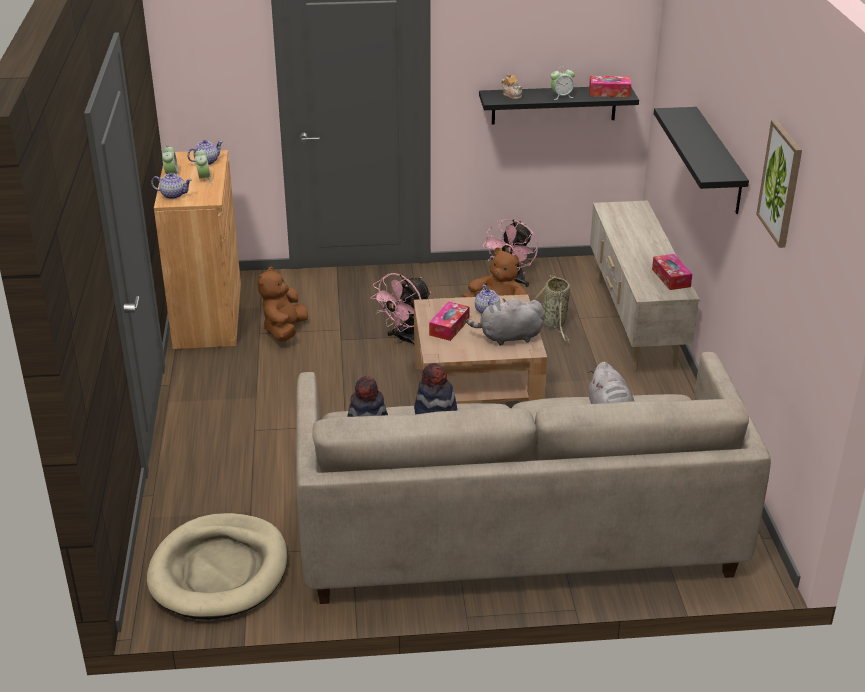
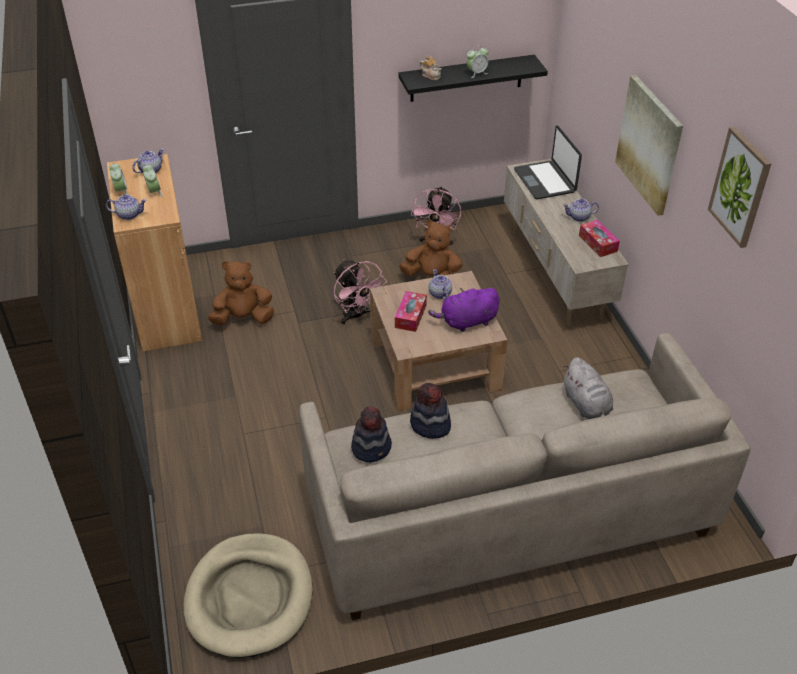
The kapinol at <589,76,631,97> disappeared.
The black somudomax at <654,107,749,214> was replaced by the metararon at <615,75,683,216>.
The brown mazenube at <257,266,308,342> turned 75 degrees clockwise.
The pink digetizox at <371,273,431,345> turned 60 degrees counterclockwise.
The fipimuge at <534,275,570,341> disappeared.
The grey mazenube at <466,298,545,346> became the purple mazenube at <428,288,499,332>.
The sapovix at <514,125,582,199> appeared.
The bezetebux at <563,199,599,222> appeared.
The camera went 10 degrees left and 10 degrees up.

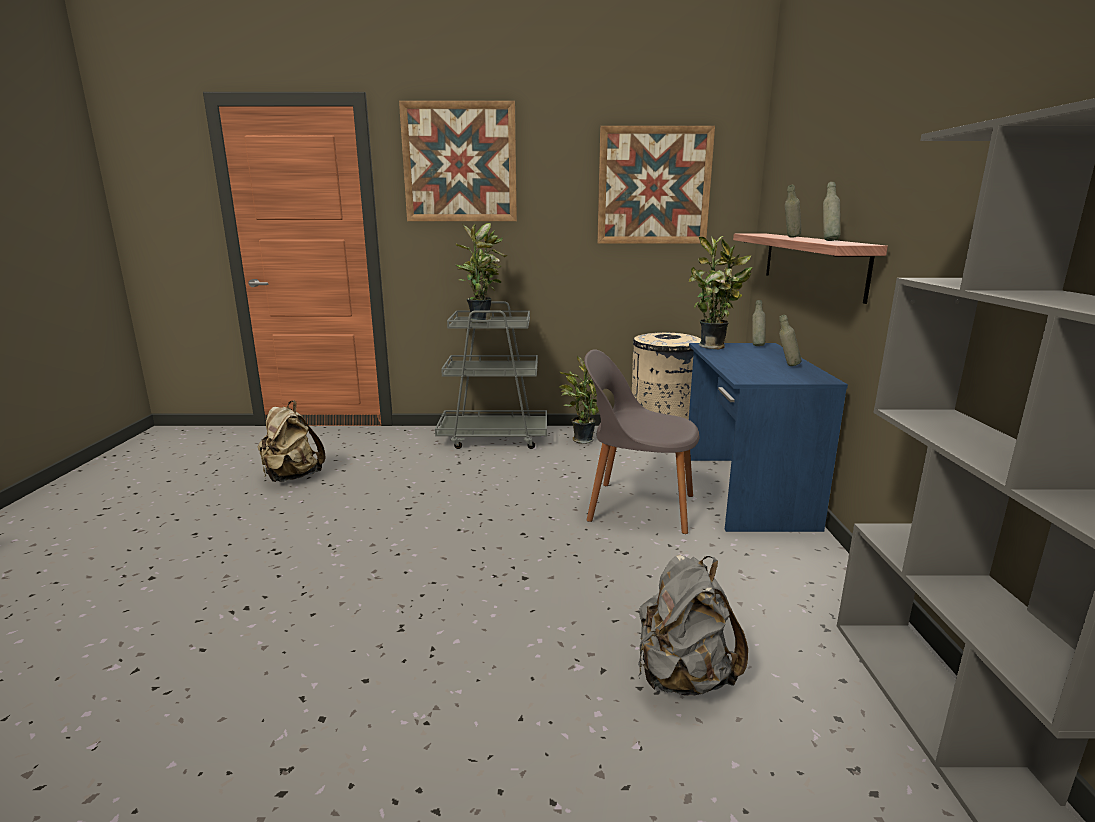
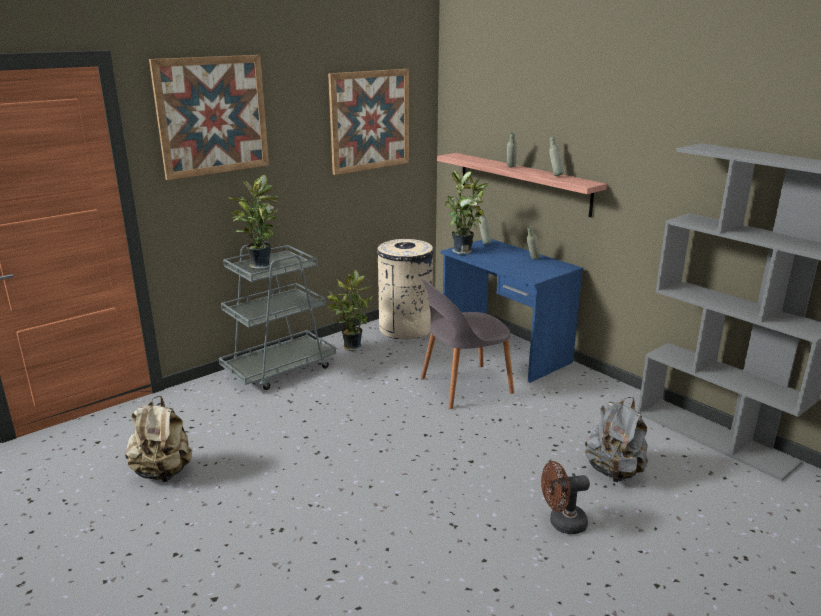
The brown digetizox at <541,461,590,534> appeared.
The camera went 40 degrees left and 5 degrees up.

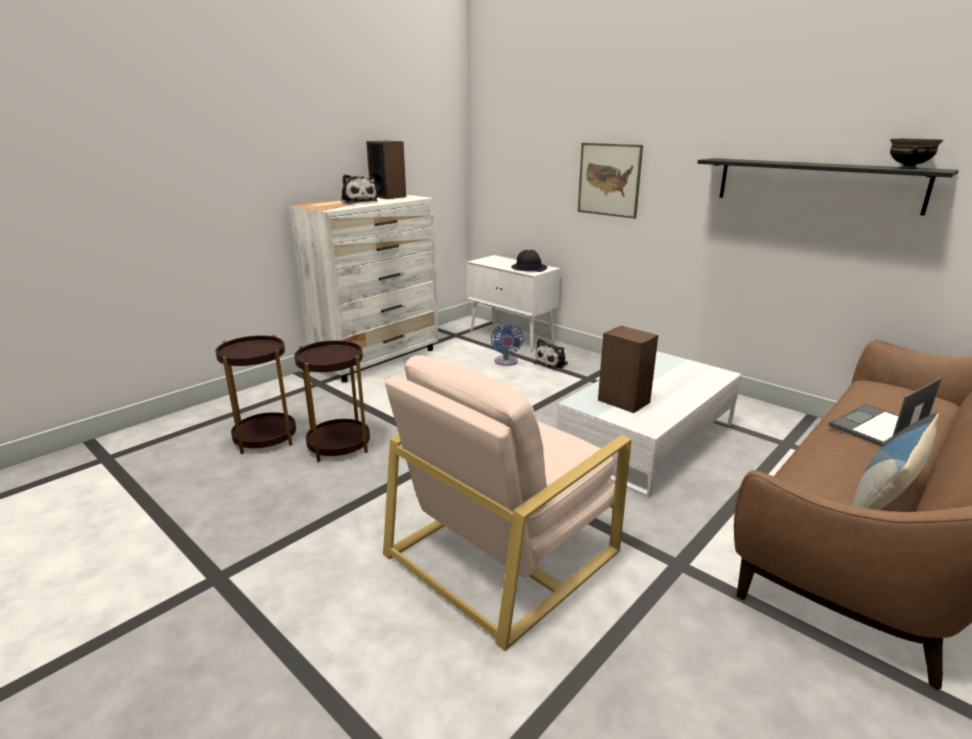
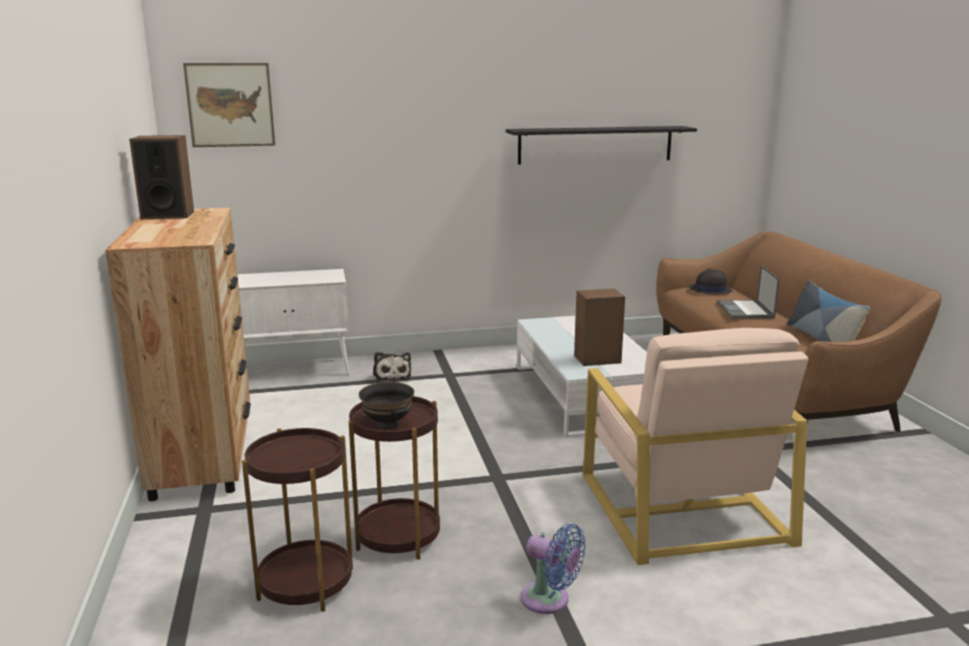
The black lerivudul moved from <890,139,943,169> to <359,382,414,428>.
The metararon moved from <578,143,643,219> to <183,63,275,147>.
The mazenube at <341,174,378,204> disappeared.
The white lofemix at <289,195,438,382> became the brown lofemix at <105,207,251,501>.
The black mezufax moved from <511,250,548,272> to <689,269,733,294>.
The blue digetizox moved from <491,323,523,366> to <521,524,586,614>.
The camera went 55 degrees left and 5 degrees down.

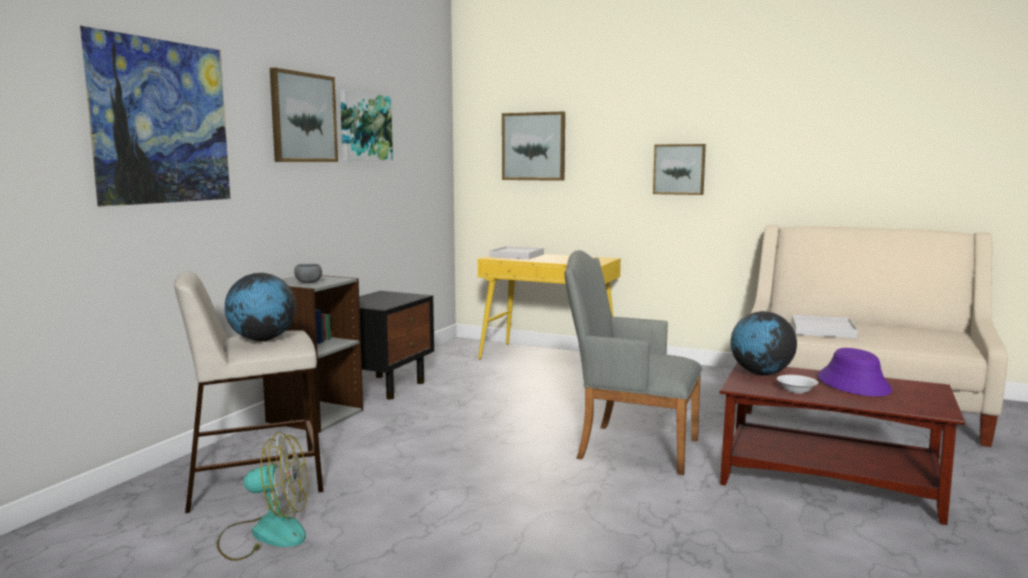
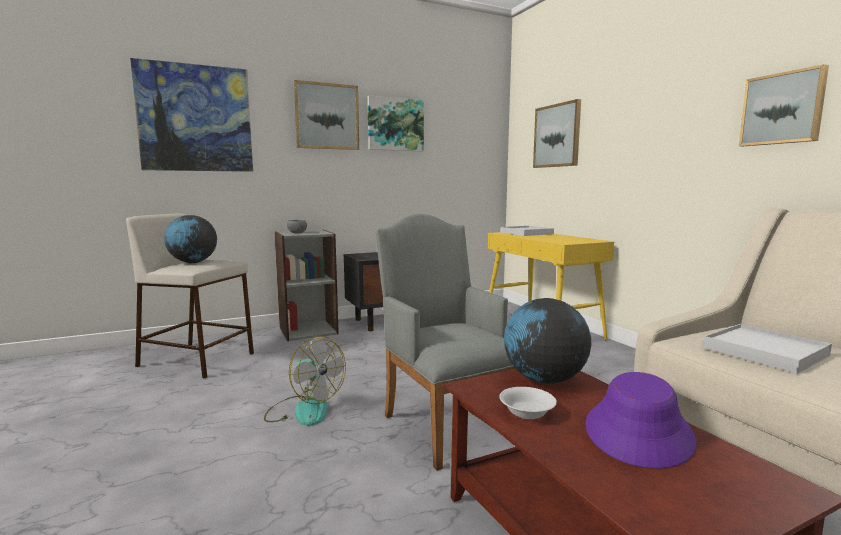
The metararon moved from <653,144,706,195> to <739,64,829,146>.
The digetizox moved from <217,432,308,561> to <264,336,346,426>.
The camera went 40 degrees right and 0 degrees up.

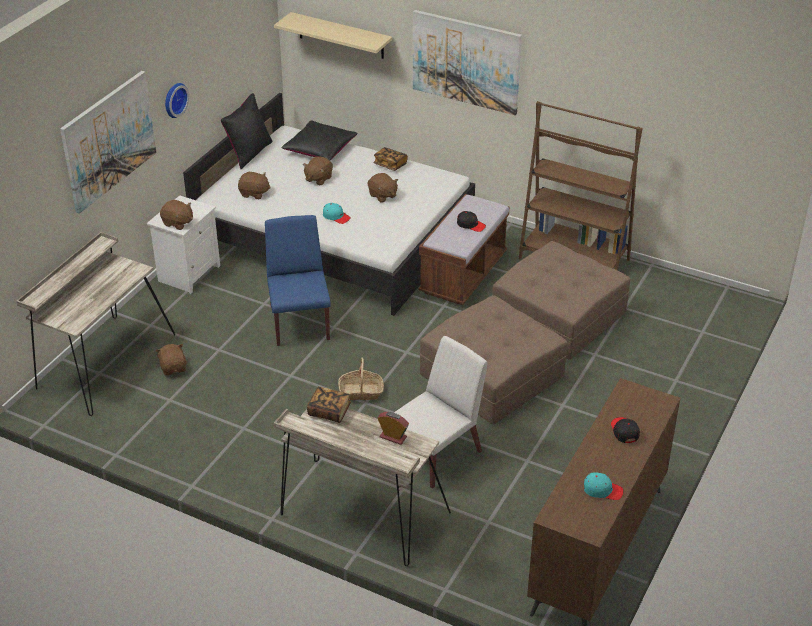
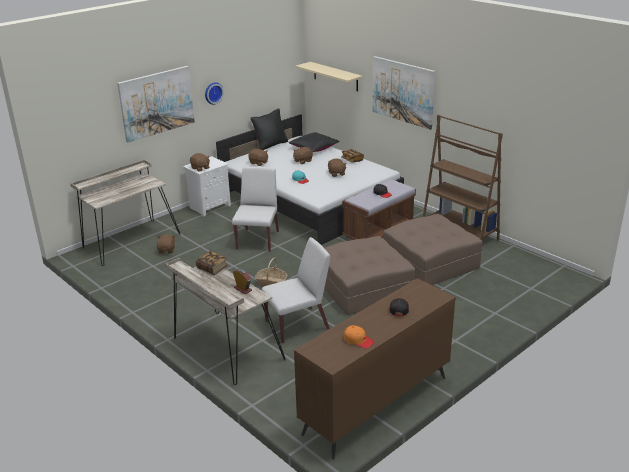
The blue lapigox at <265,215,331,346> became the white lapigox at <232,166,279,252>.
The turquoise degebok at <584,472,624,500> became the orange degebok at <344,325,374,349>.
The camera went 20 degrees right and 10 degrees down.

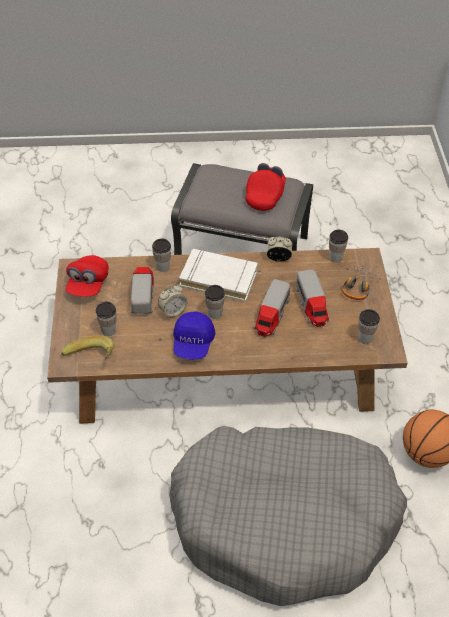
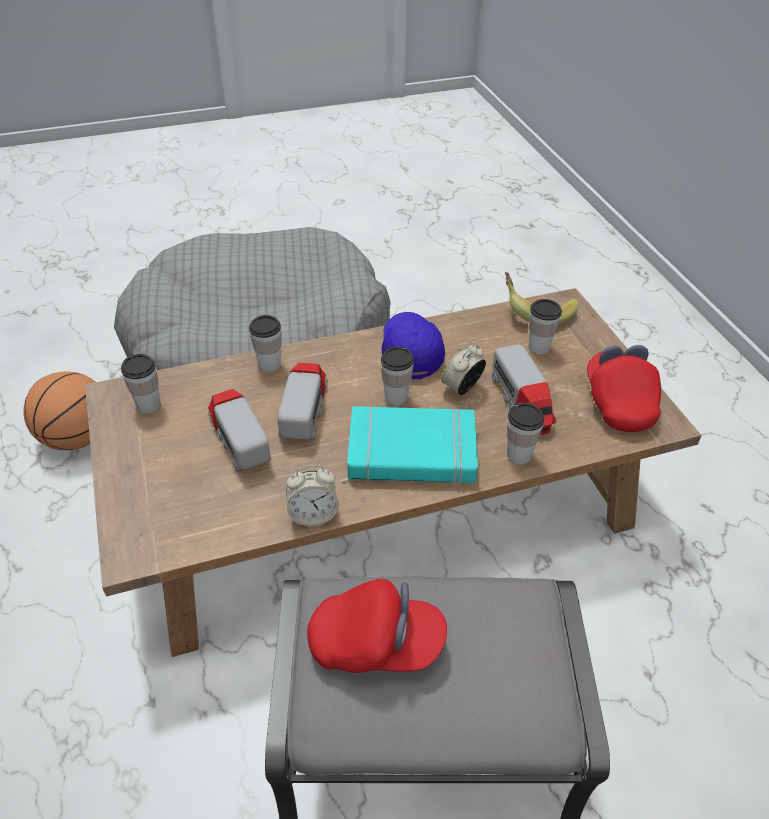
The red degebok at <246,163,286,211> turned 90 degrees counterclockwise.
The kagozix moved from <329,230,348,263> to <249,315,281,372>.
The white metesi at <179,249,258,302> became the turquoise metesi at <347,406,478,485>.
The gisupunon at <342,266,382,300> disappeared.
The camera went 165 degrees right and 5 degrees down.

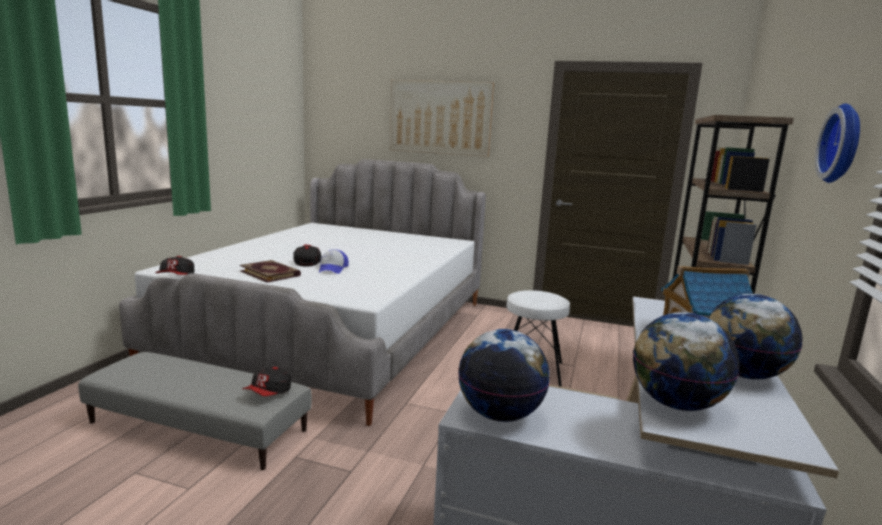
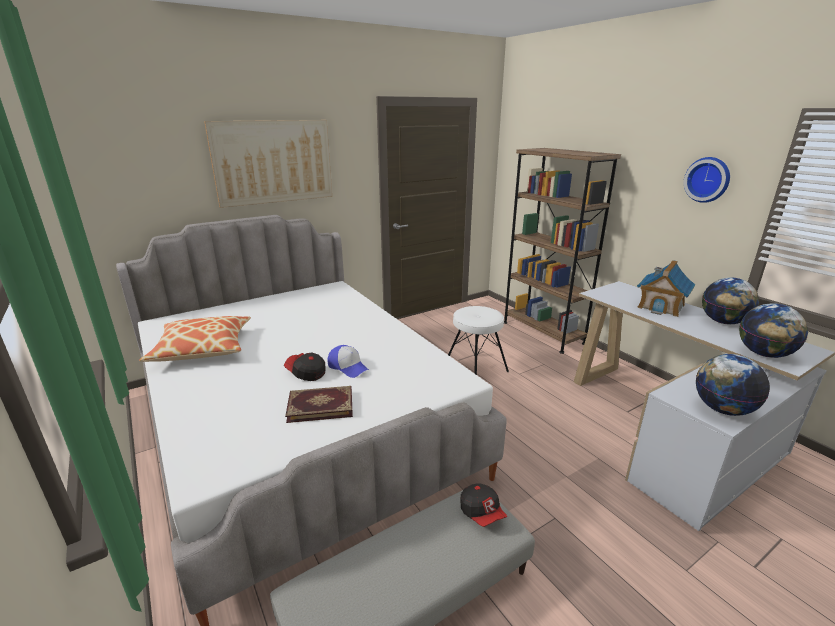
The degebok at <155,256,194,275> disappeared.
The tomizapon at <139,316,251,362> appeared.
The camera went 50 degrees left and 10 degrees up.

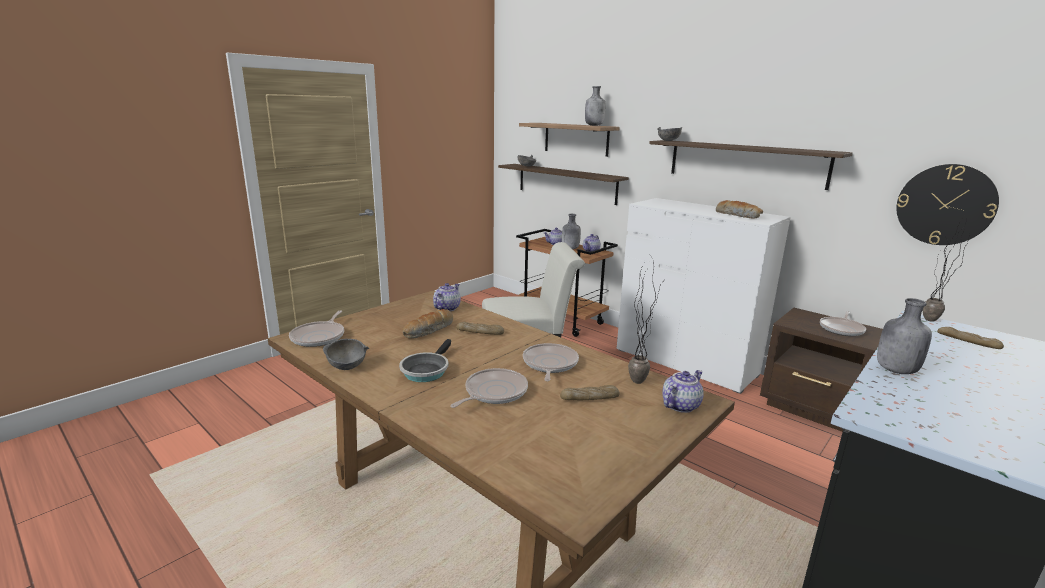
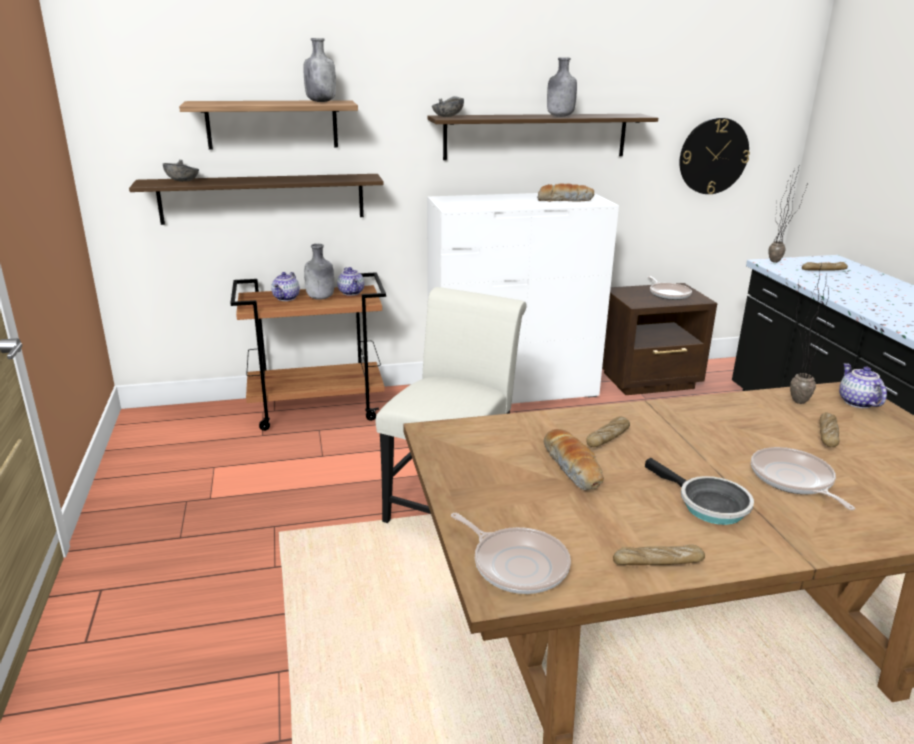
The bezetebux at <433,283,461,311> disappeared.
The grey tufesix moved from <877,298,932,374> to <547,57,577,117>.
The grey lerivudul at <323,339,369,370> was replaced by the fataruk at <613,544,705,565>.
The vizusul at <523,343,579,381> disappeared.
The camera went 55 degrees left and 5 degrees up.

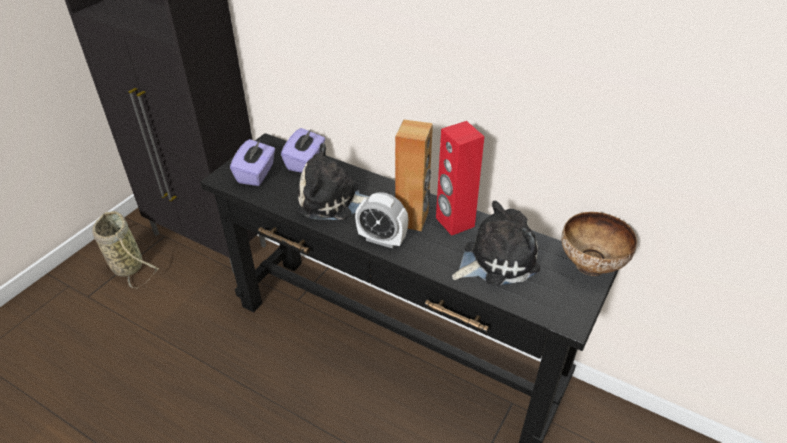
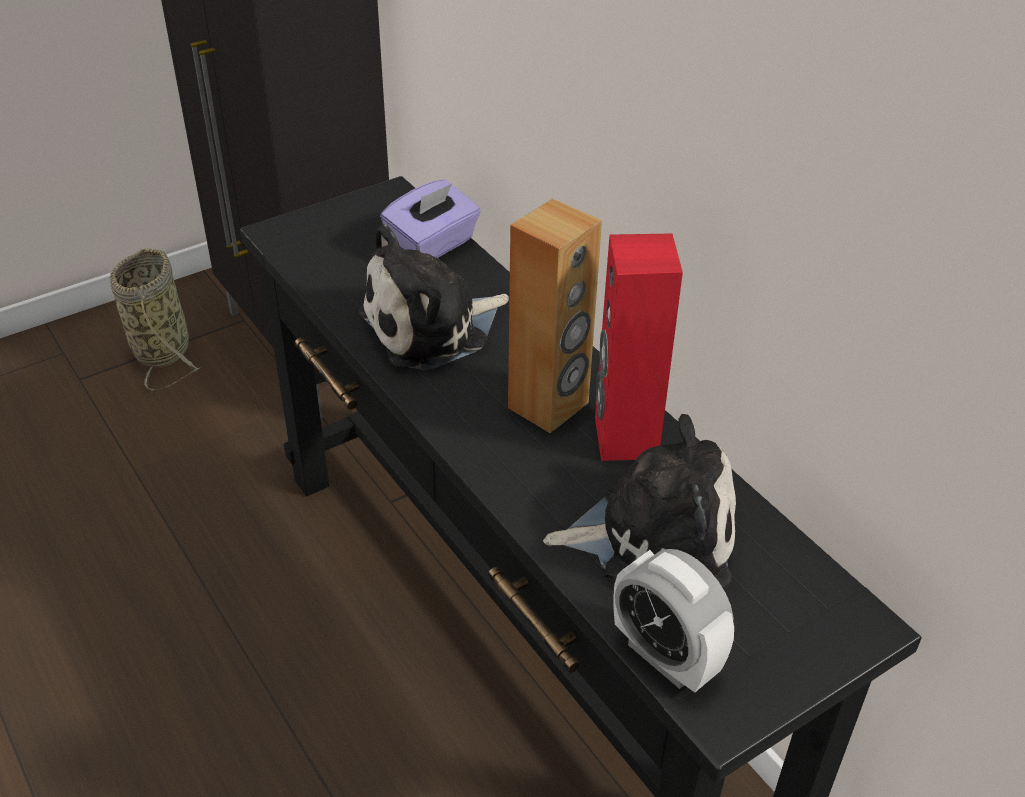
The purple kapinol at <230,139,275,186> disappeared.
The mazenube at <298,143,369,220> turned 60 degrees counterclockwise.
The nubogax moved from <355,192,408,249> to <614,549,734,692>.
The lerivudul at <561,212,637,276> disappeared.
The camera went 25 degrees right and 0 degrees up.

